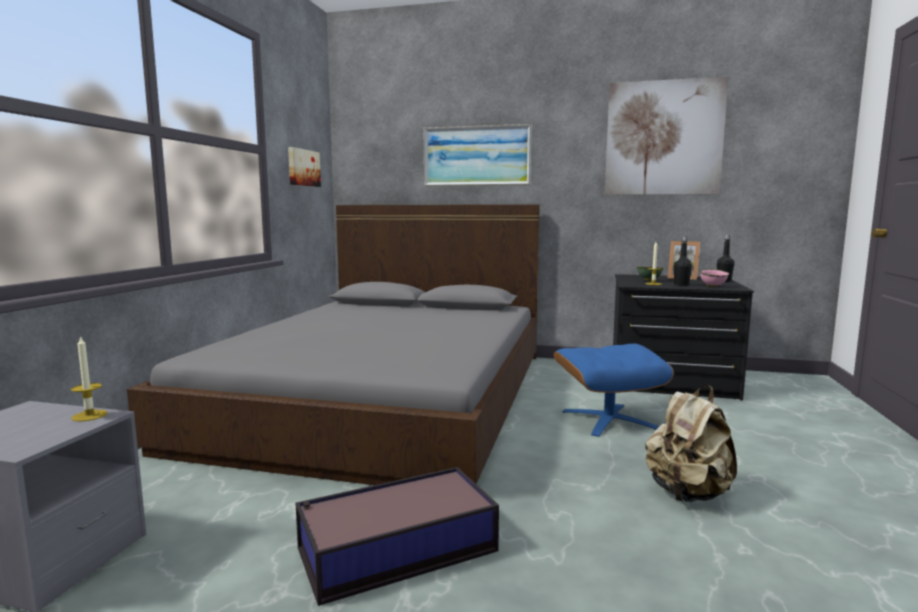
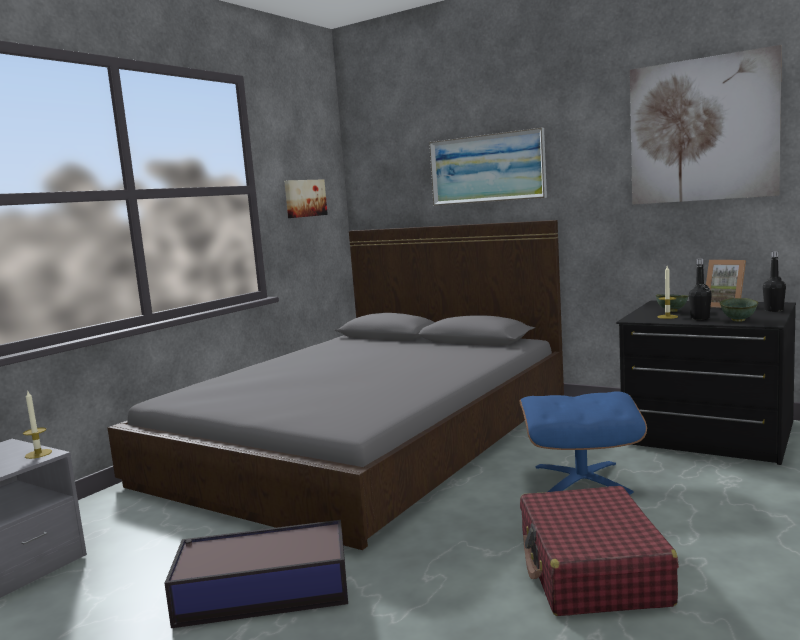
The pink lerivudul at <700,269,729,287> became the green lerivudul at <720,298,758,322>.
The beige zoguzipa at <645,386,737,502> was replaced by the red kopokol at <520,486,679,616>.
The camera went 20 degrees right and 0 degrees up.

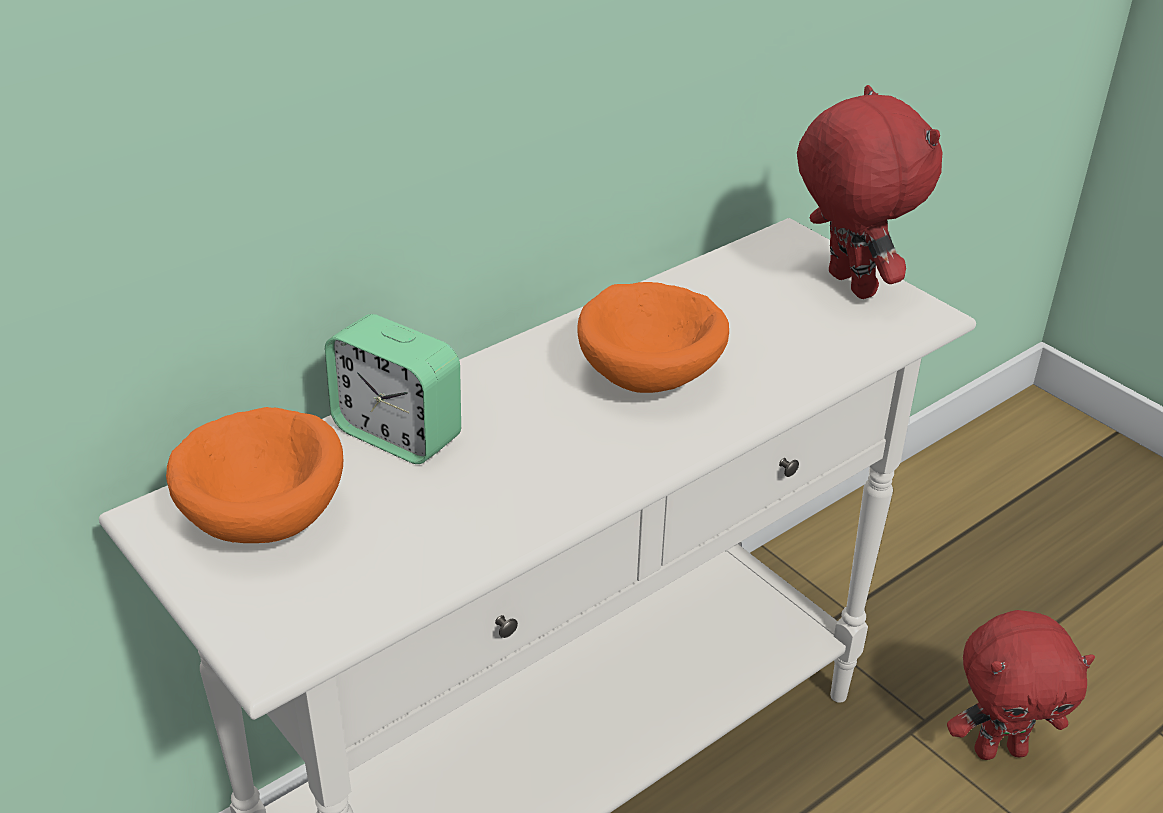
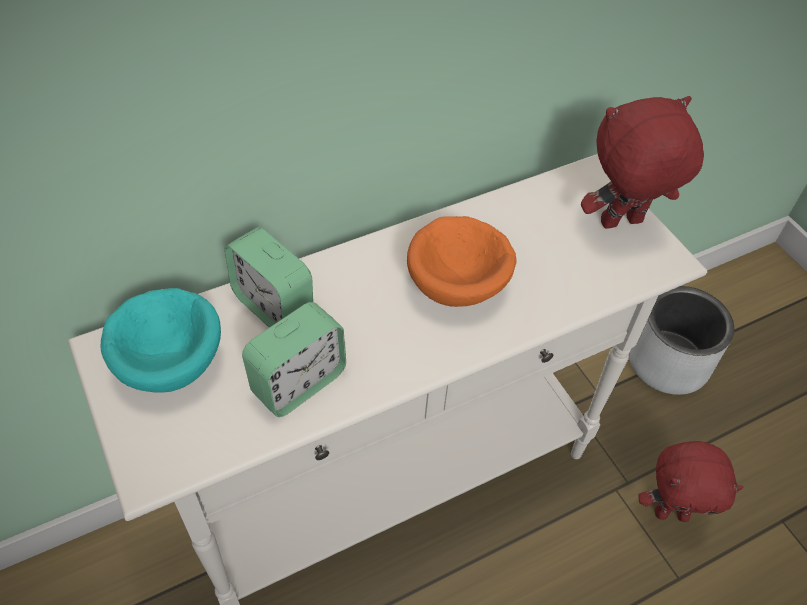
The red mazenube at <797,85,943,299> turned 90 degrees counterclockwise.
The orange lerivudul at <166,407,343,543> became the turquoise lerivudul at <100,288,221,393>.
The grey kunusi at <629,286,734,395> appeared.
The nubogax at <242,302,346,417> appeared.
The camera went 10 degrees right and 15 degrees up.

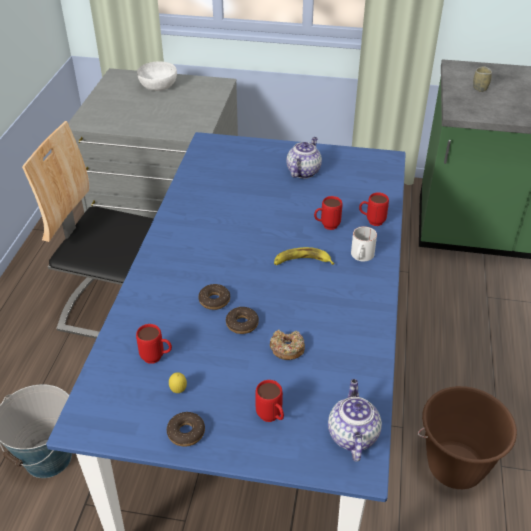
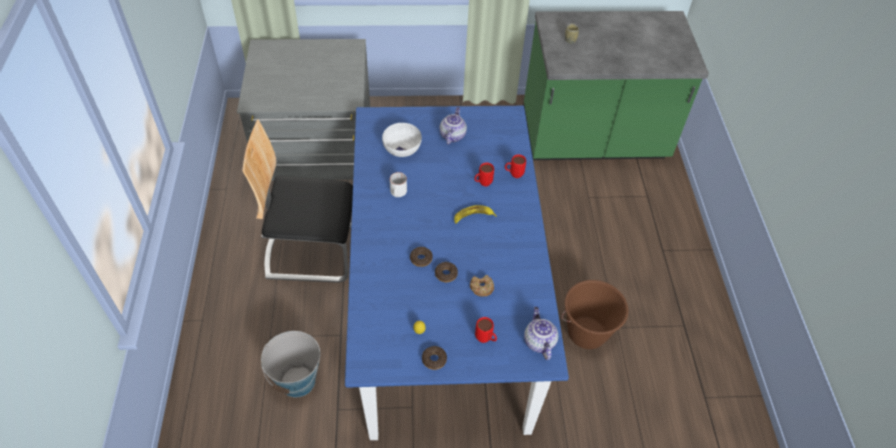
The white lerivudul moved from <137,61,177,91> to <382,123,422,157>.
The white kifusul moved from <351,226,377,261> to <390,172,407,197>.
The red kifusul at <136,324,172,364> disappeared.
The camera went 15 degrees left and 10 degrees up.

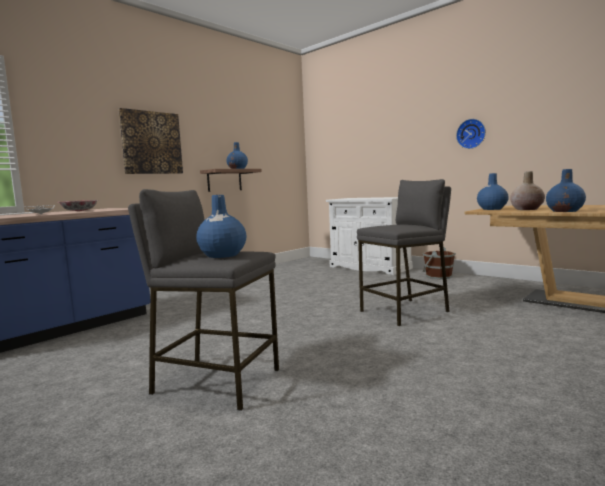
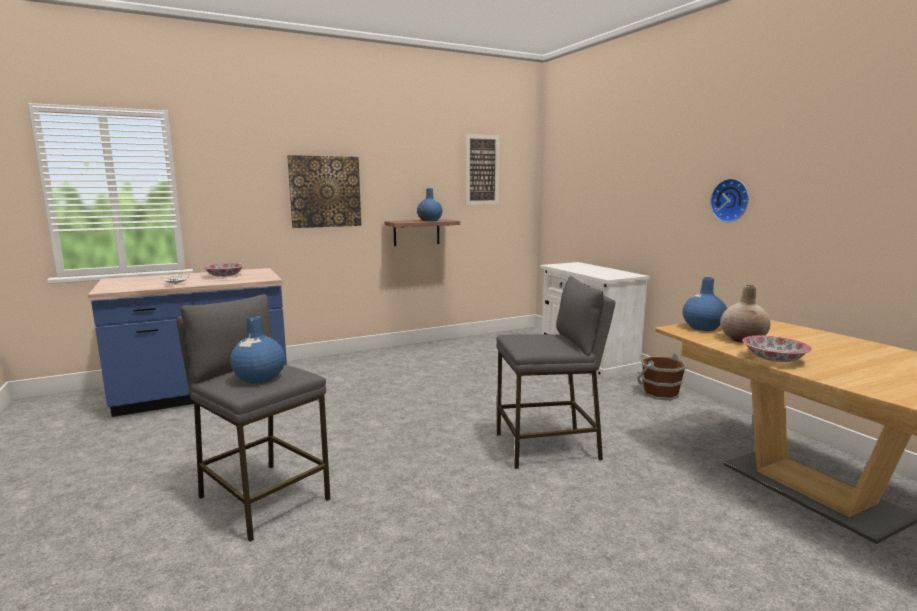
The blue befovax at <546,169,586,212> was replaced by the lerivudul at <742,336,812,362>.
The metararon at <465,134,500,205> appeared.
The camera went 20 degrees right and 5 degrees up.

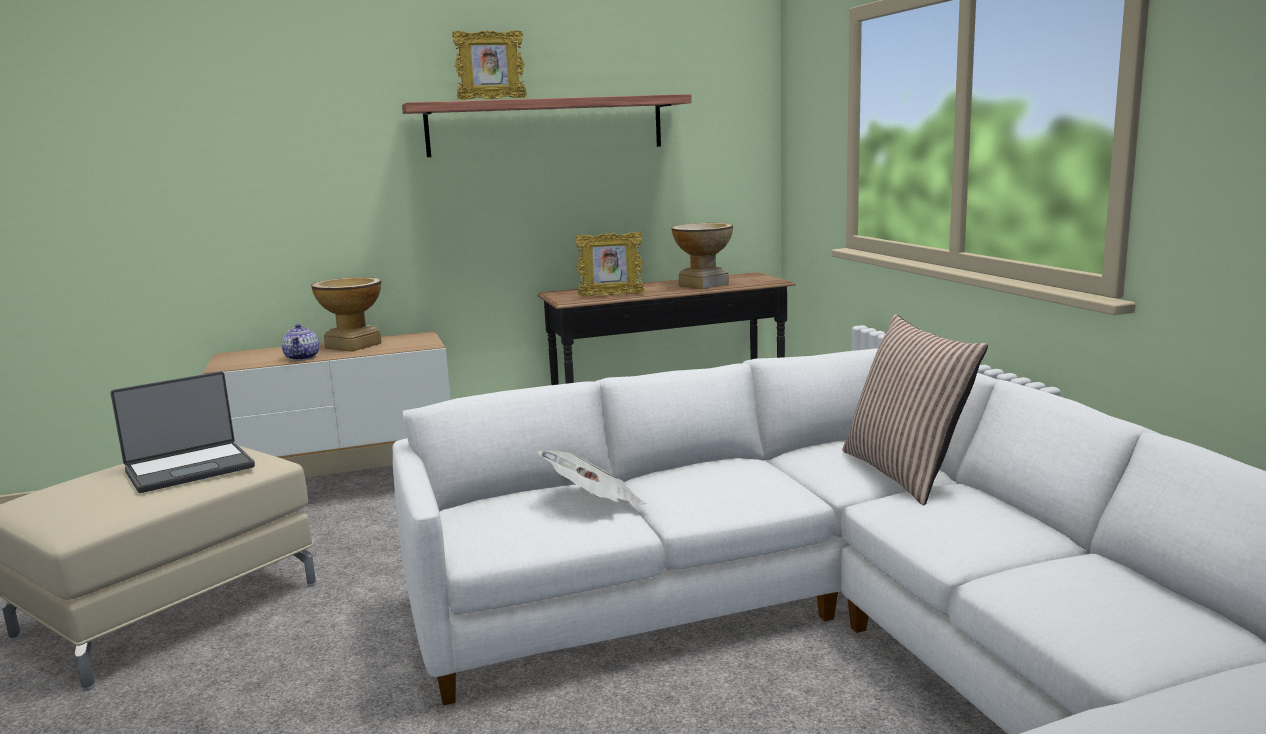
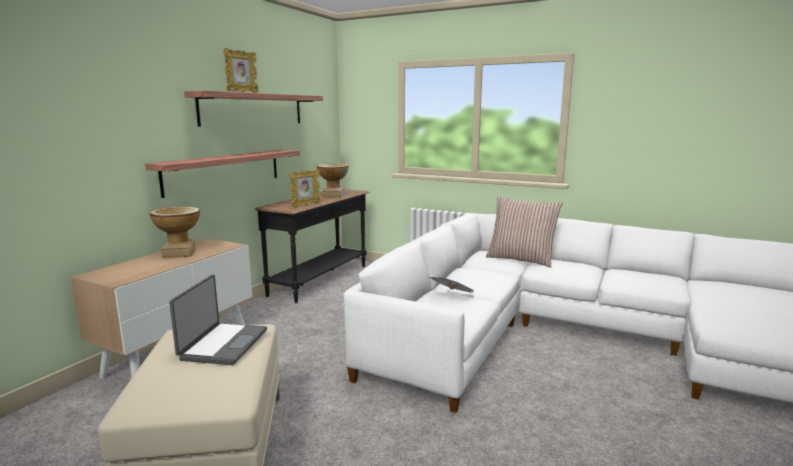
The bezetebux at <282,324,319,361> disappeared.
The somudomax at <145,150,300,198> appeared.
The camera went 45 degrees left and 0 degrees up.

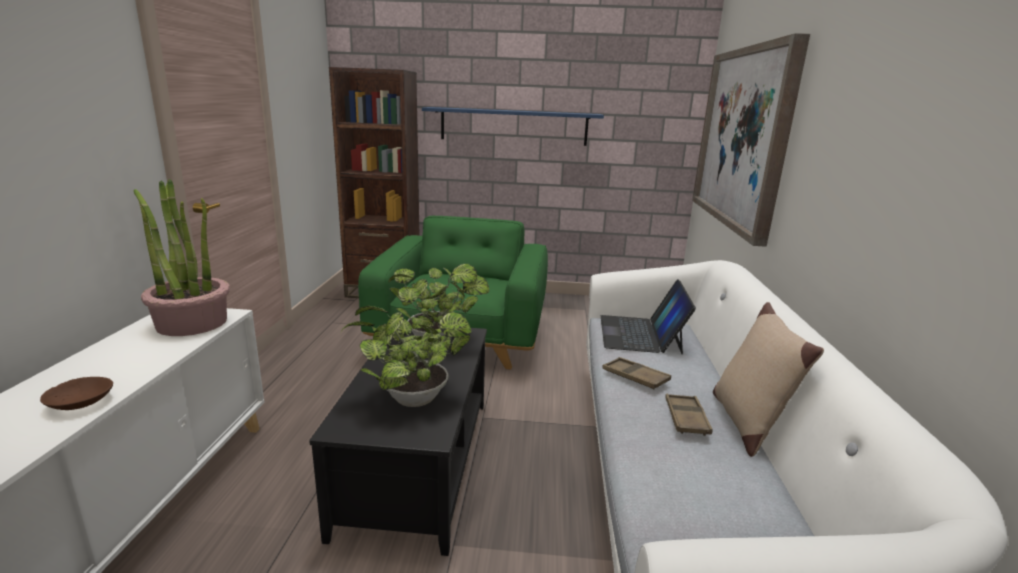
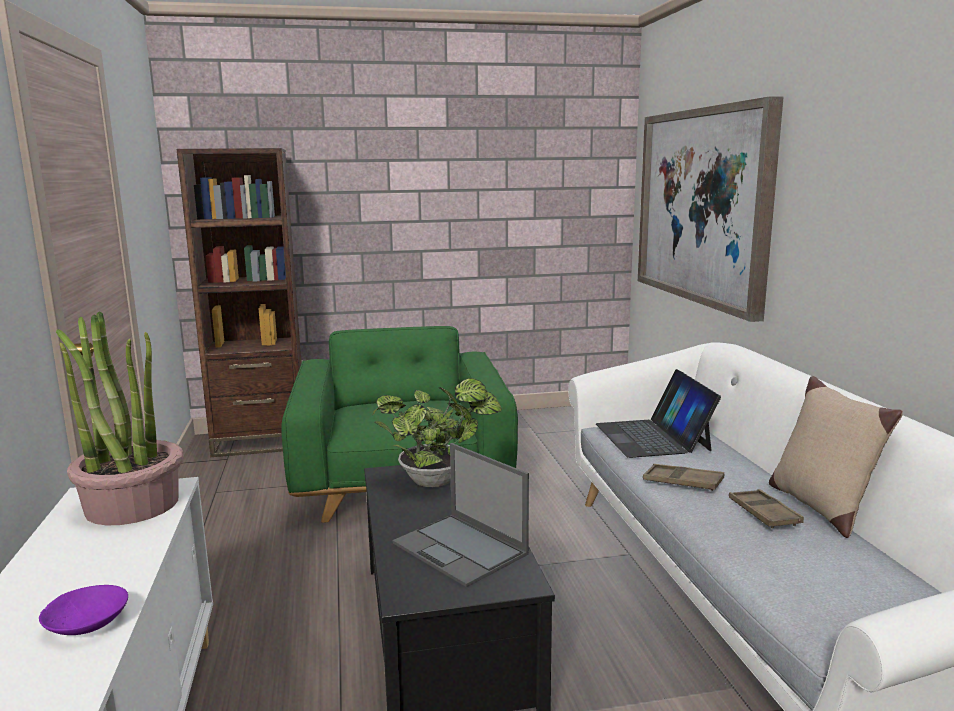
The blue somudomax at <422,107,604,146> disappeared.
The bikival at <340,306,472,407> was replaced by the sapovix at <393,443,529,587>.
The brown lerivudul at <40,377,113,410> became the purple lerivudul at <39,585,128,635>.
The camera went 15 degrees left and 5 degrees down.

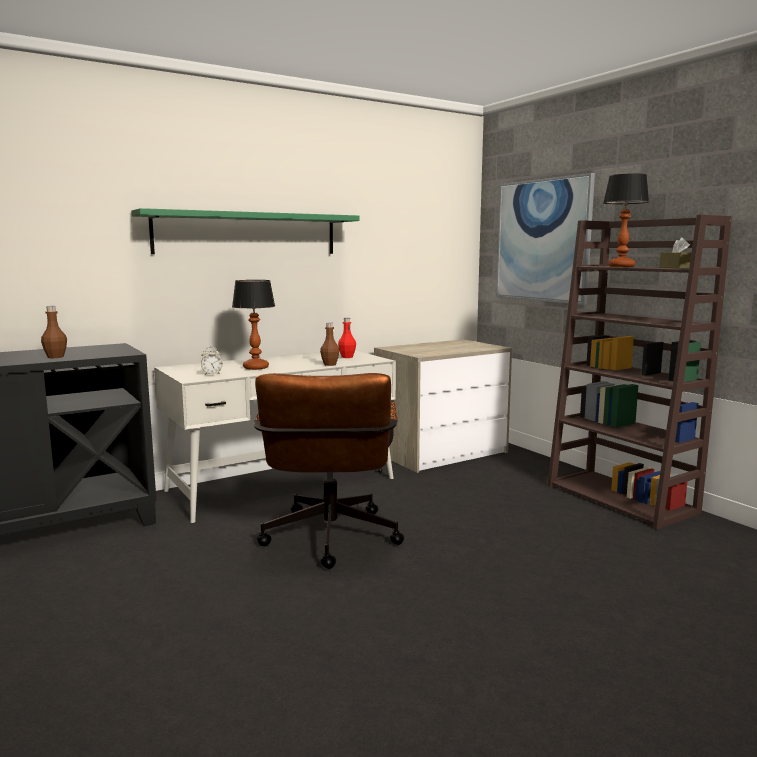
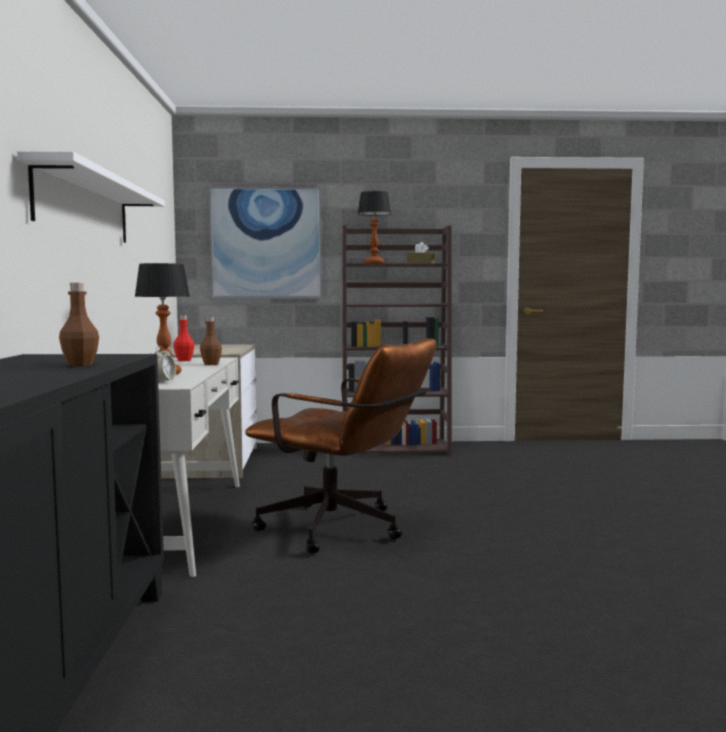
The green somudomax at <131,208,359,254> became the white somudomax at <17,151,165,243>.
The camera went 60 degrees left and 5 degrees down.

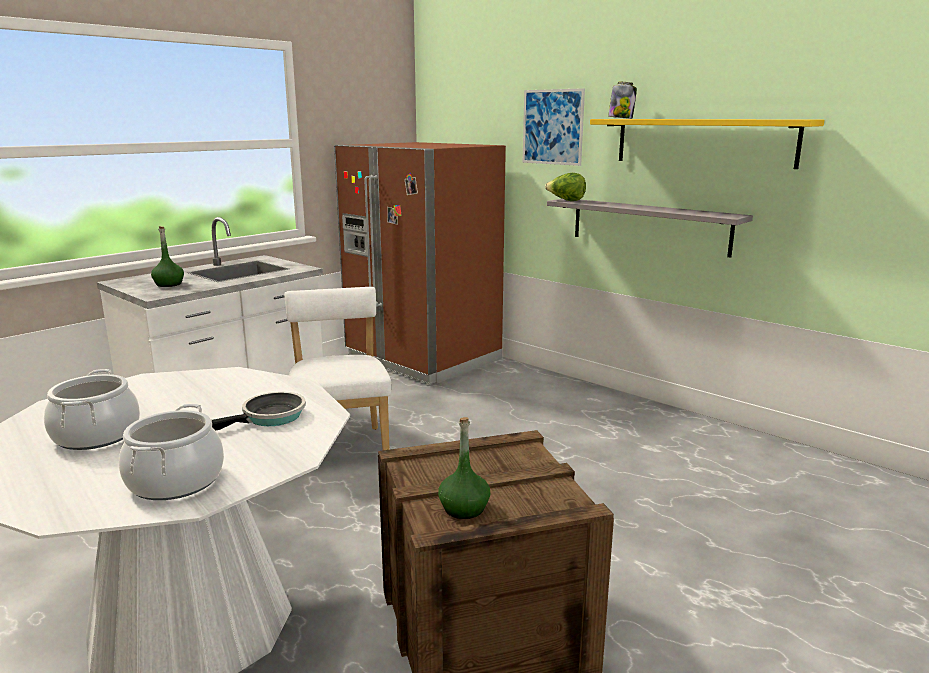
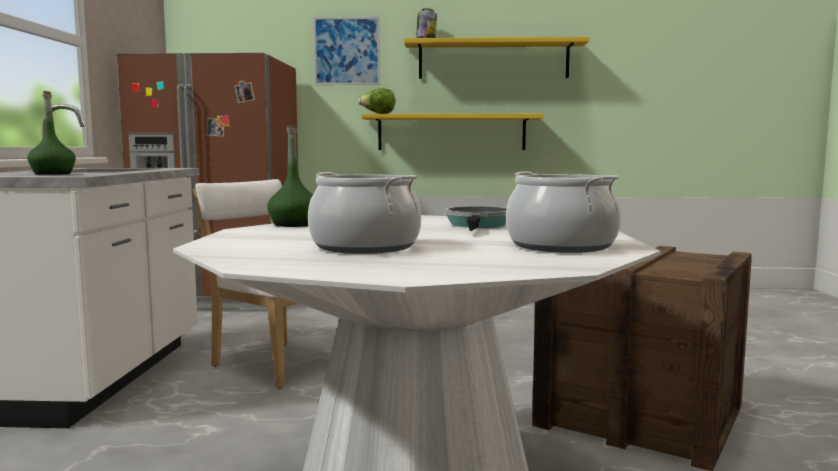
The grey somudomax at <547,199,753,258> became the yellow somudomax at <362,114,543,150>.
The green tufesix moved from <438,417,490,519> to <267,125,313,227>.
The camera went 40 degrees left and 10 degrees down.

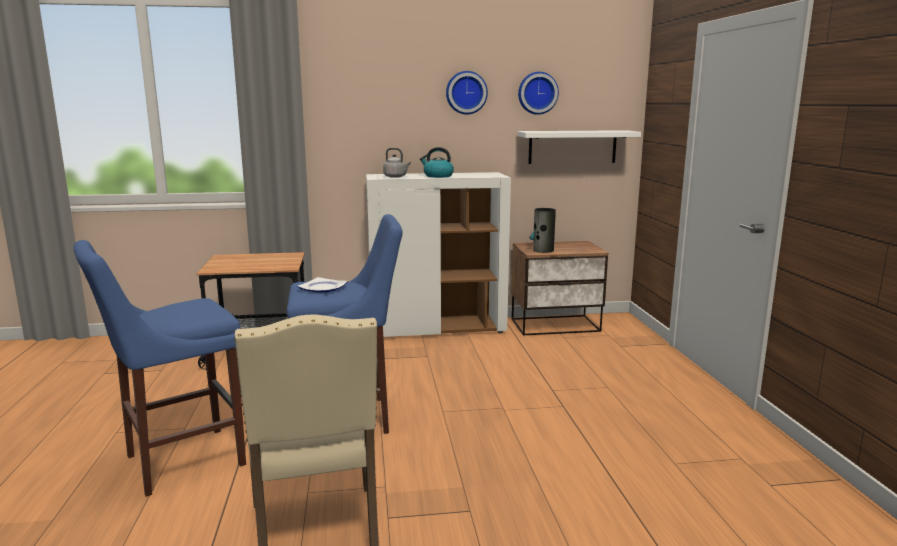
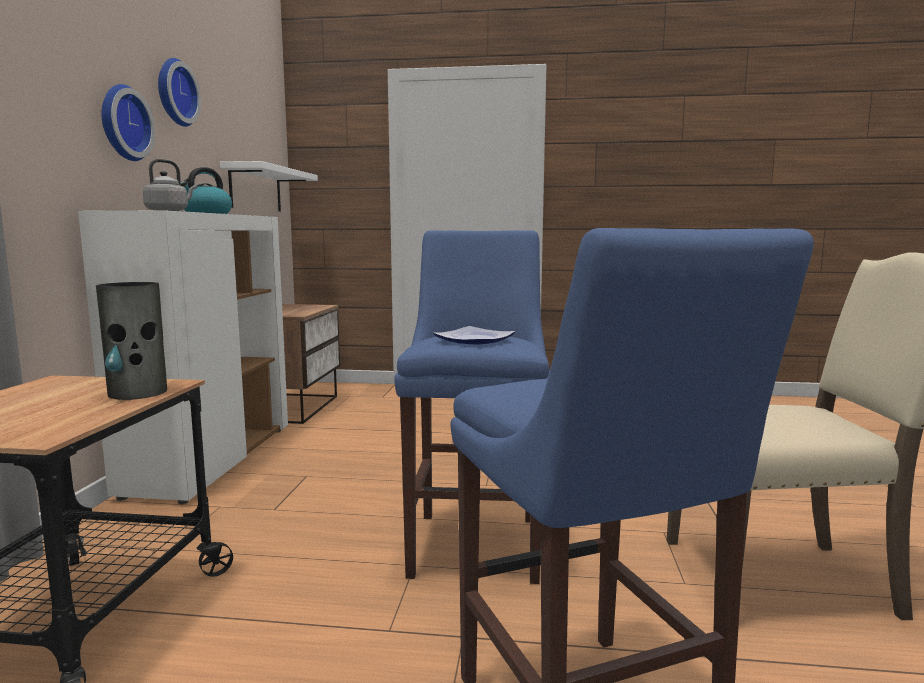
The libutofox moved from <518,72,559,115> to <101,84,155,161>.
The befovax moved from <530,208,556,253> to <96,282,167,400>.
The camera went 75 degrees left and 5 degrees down.

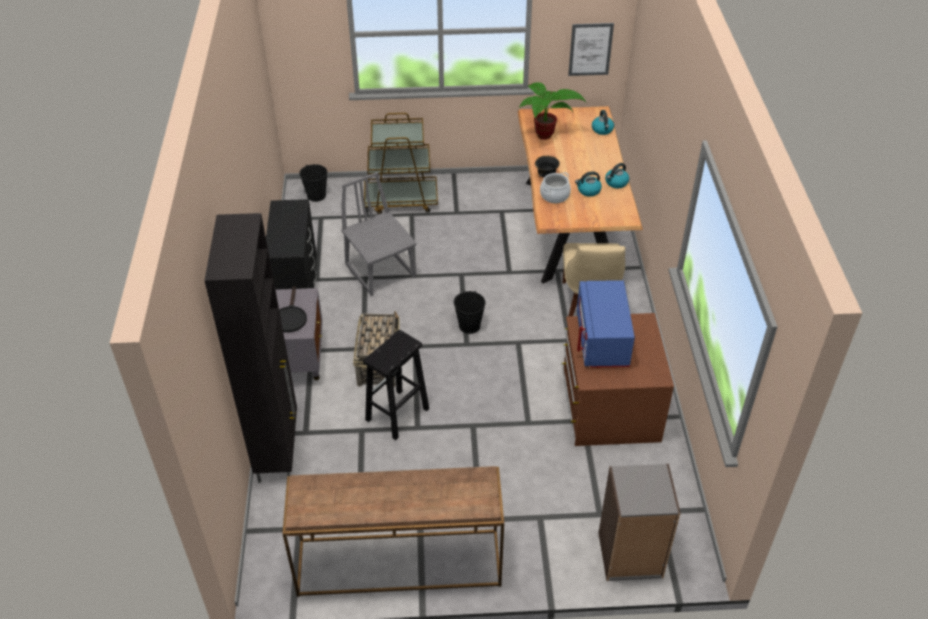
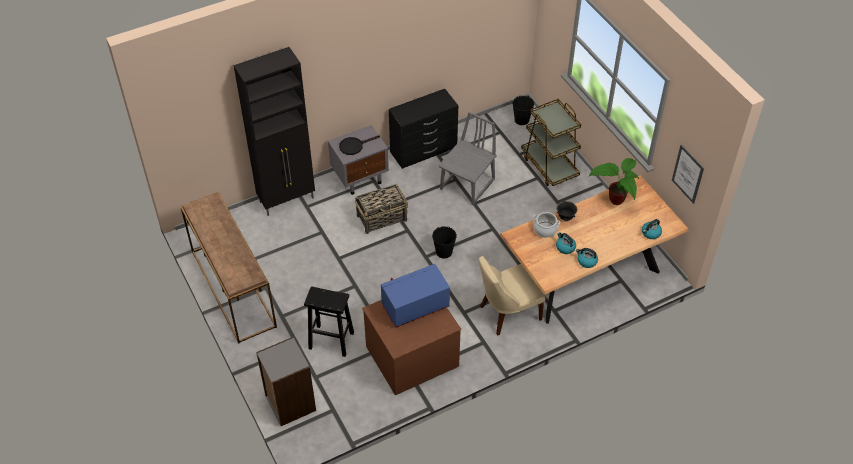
The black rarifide moved from <363,330,429,440> to <304,286,354,357>.
The camera went 65 degrees right and 5 degrees up.

